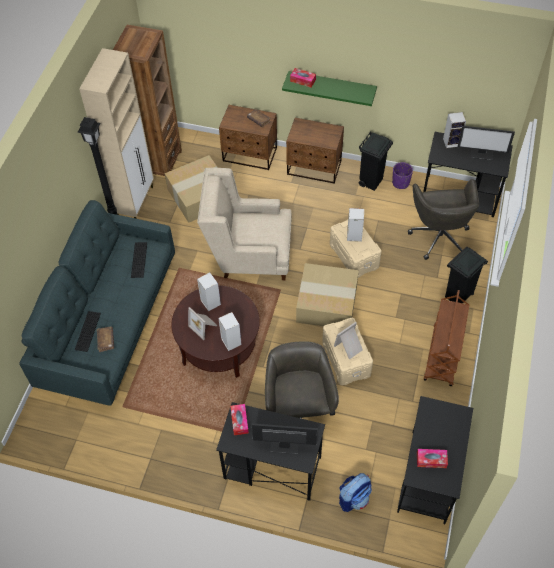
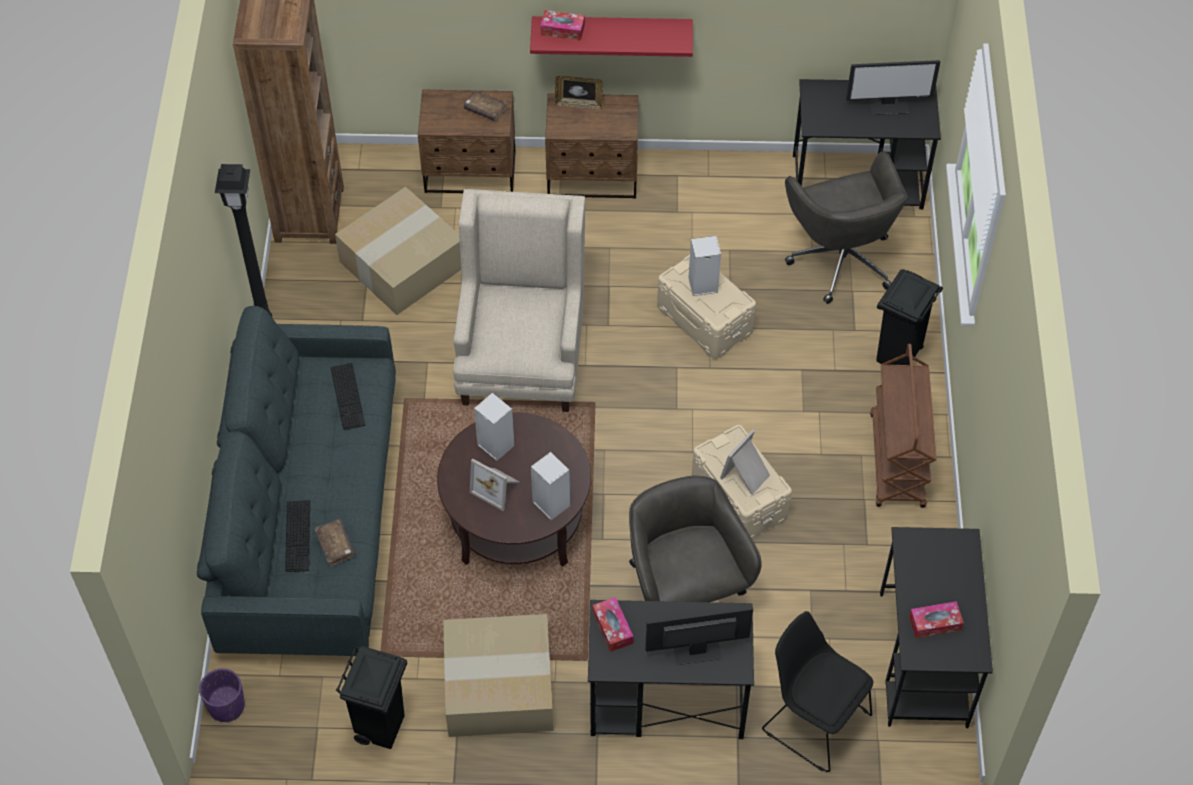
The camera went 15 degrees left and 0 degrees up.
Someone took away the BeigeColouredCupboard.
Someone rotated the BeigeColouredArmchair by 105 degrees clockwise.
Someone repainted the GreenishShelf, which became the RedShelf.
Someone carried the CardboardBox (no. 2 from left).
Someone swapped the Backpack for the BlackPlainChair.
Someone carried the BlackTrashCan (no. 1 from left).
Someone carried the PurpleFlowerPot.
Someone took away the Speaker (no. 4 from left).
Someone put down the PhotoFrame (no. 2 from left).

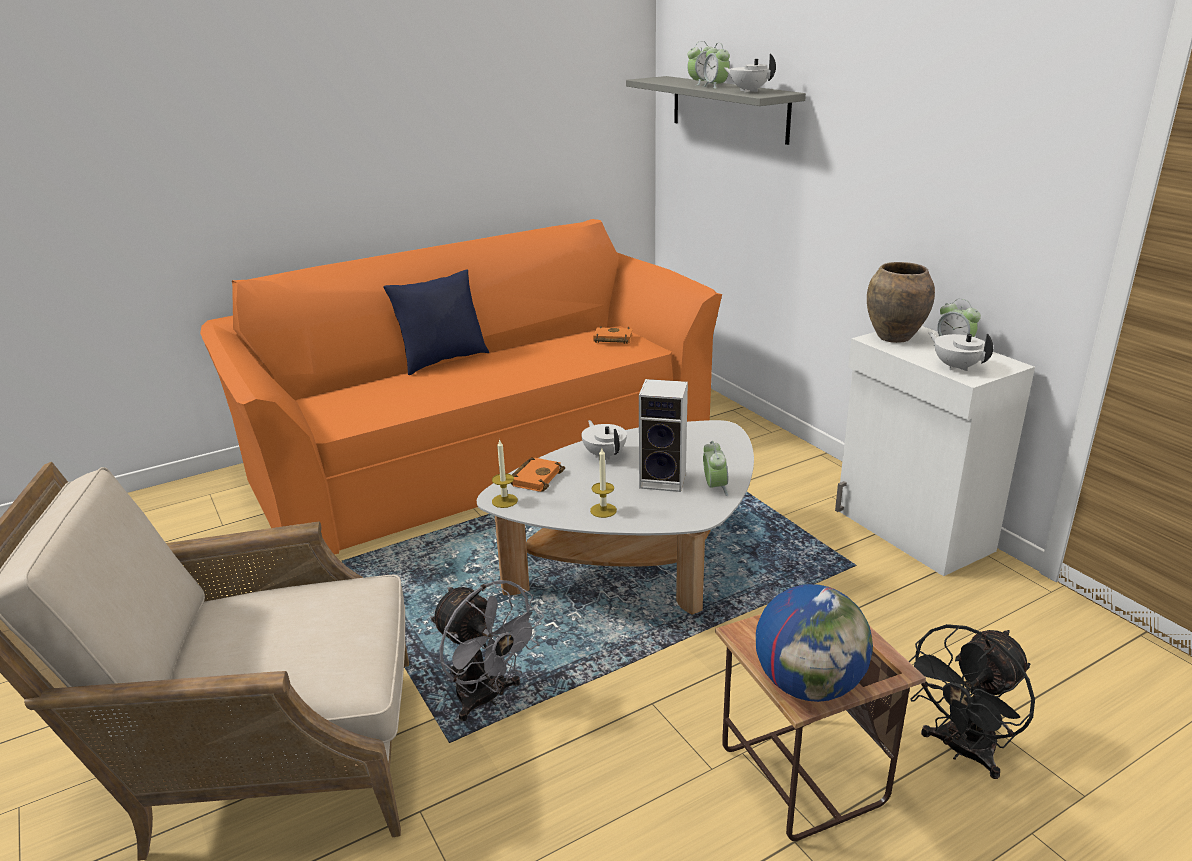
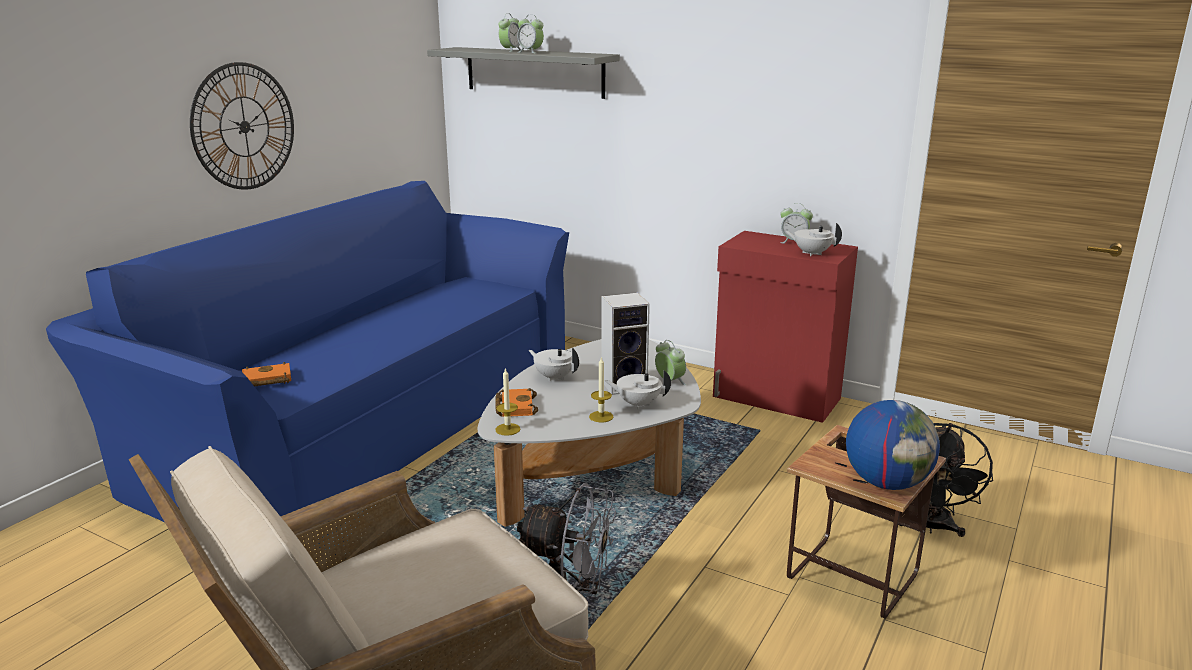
The camera went 30 degrees left and 5 degrees down.
Someone repainted the OrangeSettee, which became the BlueColouredSettee.
Someone took away the BlueColouredPillow.
Someone carried the OrangeBoundBook (no. 2 from left in the first image).
Someone carried the WhiteColouredPotForTea (no. 2 from left).
Someone repainted the WhiteColouredCupboard, which became the RedCupboard.
Someone took away the BrownColouredVase.
Someone put up the ClockOnTheWall.

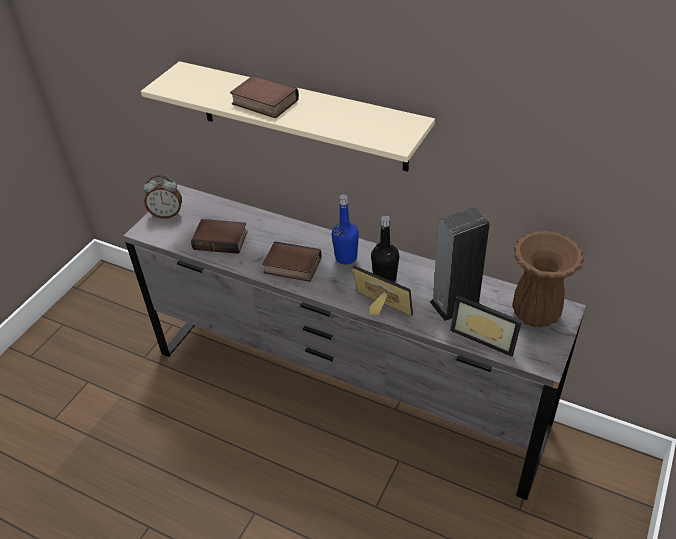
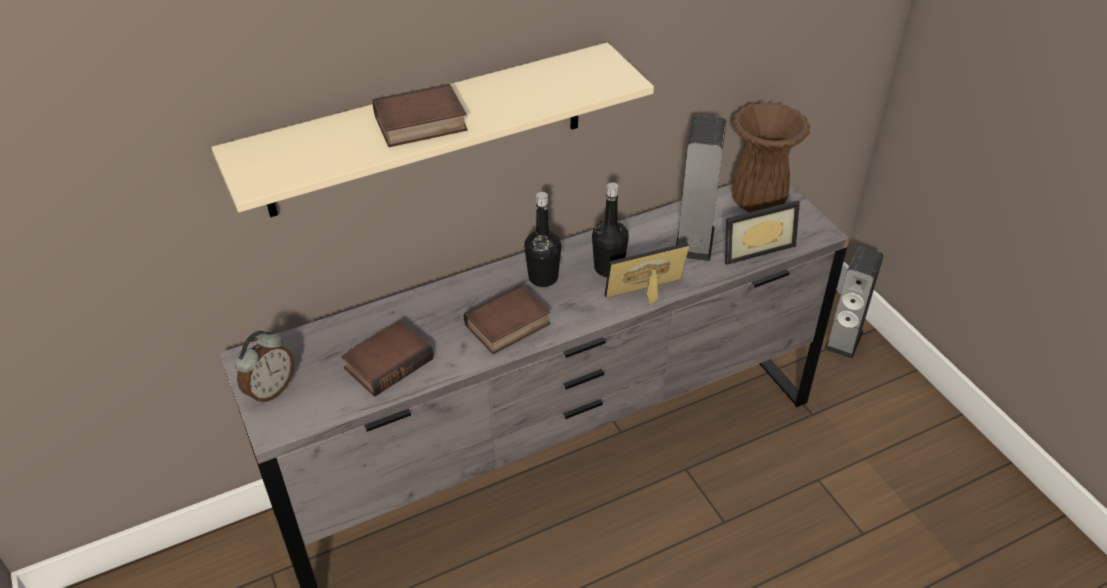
The camera went 55 degrees left and 0 degrees up.
Someone repainted the BlueColouredDrinkBottle, which became the BlackDrinkBottle (no. 1 from left).
Someone put down the Speaker (no. 2 from left).

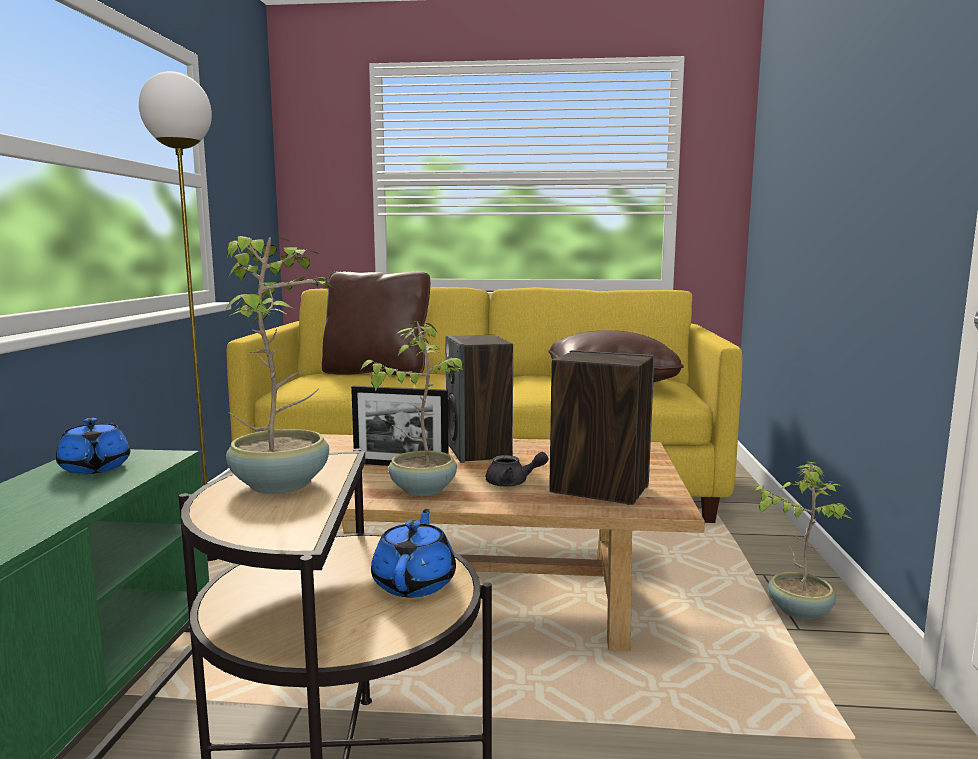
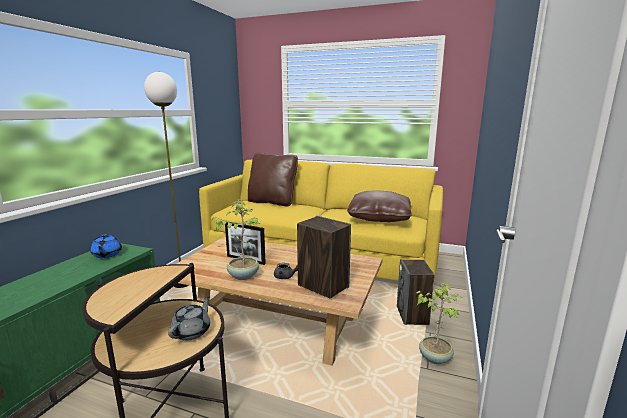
The camera went 15 degrees right and 5 degrees up.
Someone took away the PottedPlant (no. 1 from left).
Someone repainted the BlueColouredPotForTea (no. 2 from left), which became the GreyPotForTea (no. 1 from left).
Someone carried the Speaker (no. 1 from left in the first image).

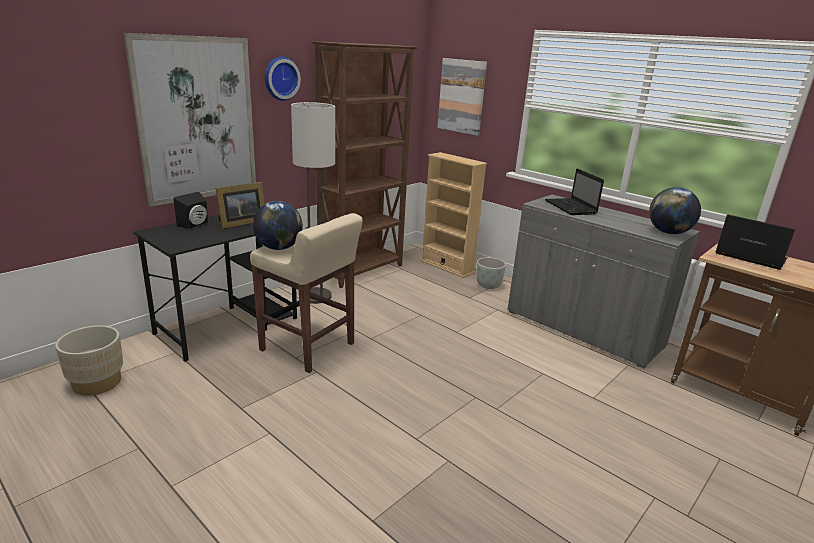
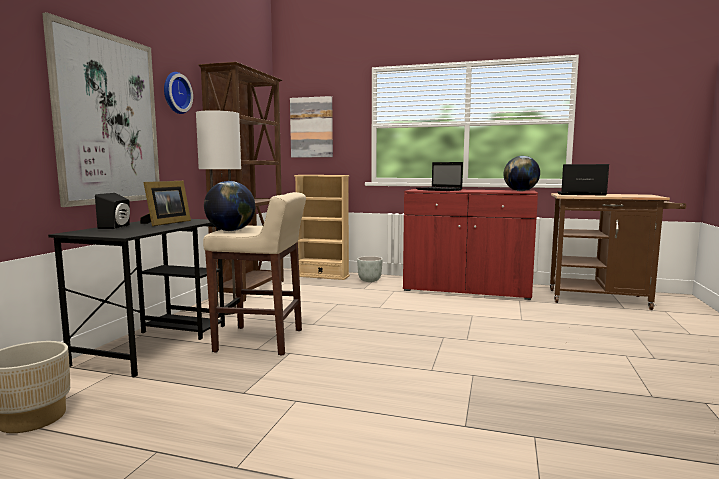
The camera went 25 degrees left and 15 degrees down.
Someone repainted the GreyCupboard, which became the RedCupboard.

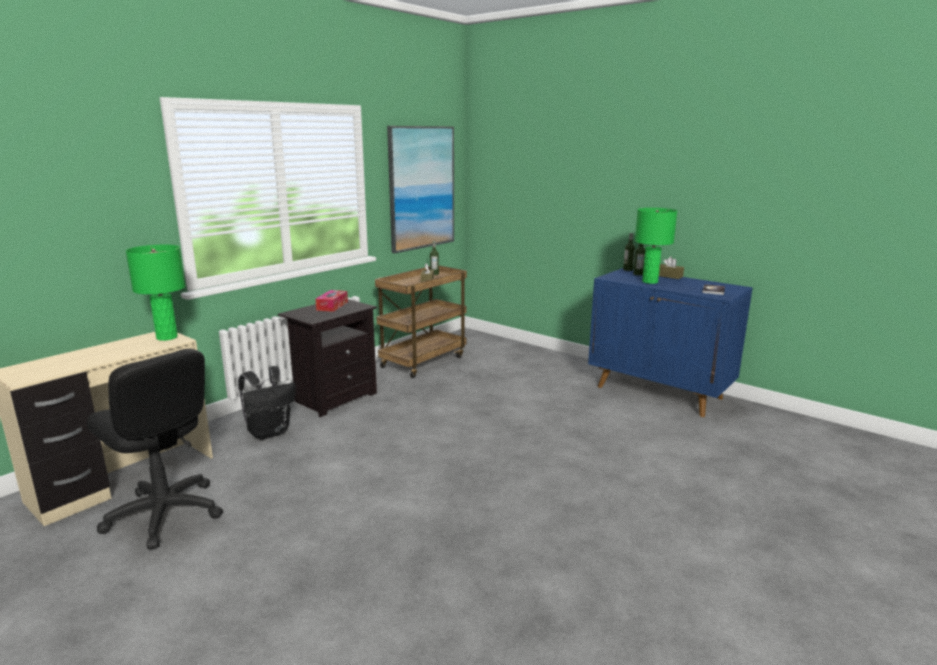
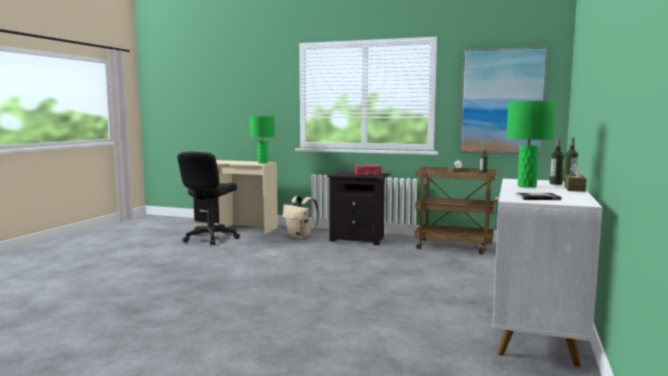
The camera went 70 degrees right and 10 degrees down.
Someone repainted the BlackBackpack, which became the BeigeColouredBackpack.
Someone repainted the BlueColouredCupboard, which became the WhiteColouredCupboard.

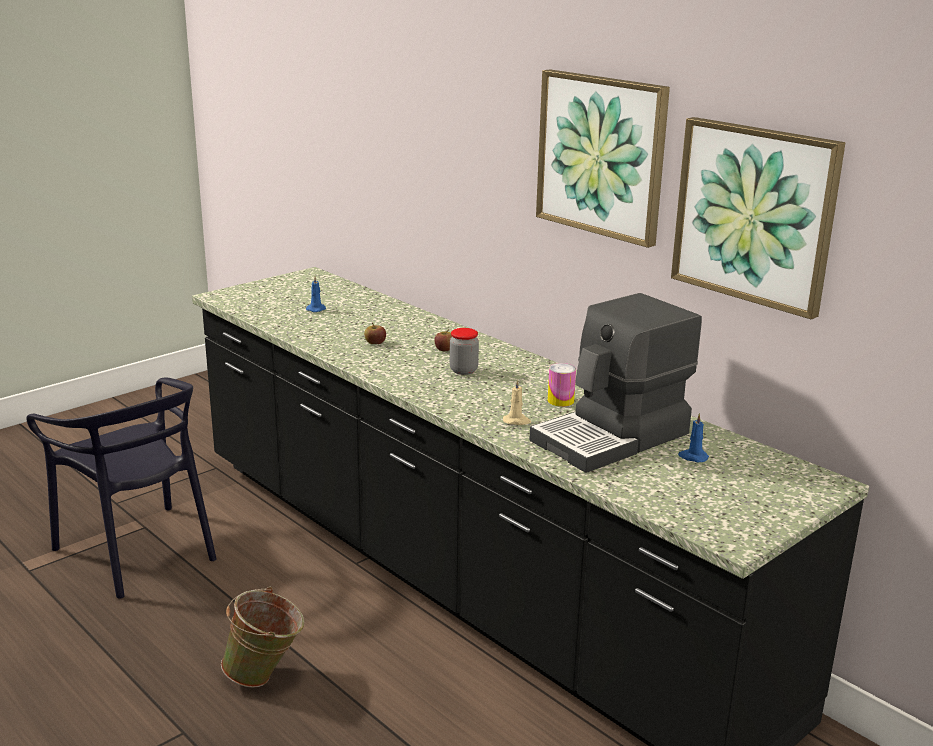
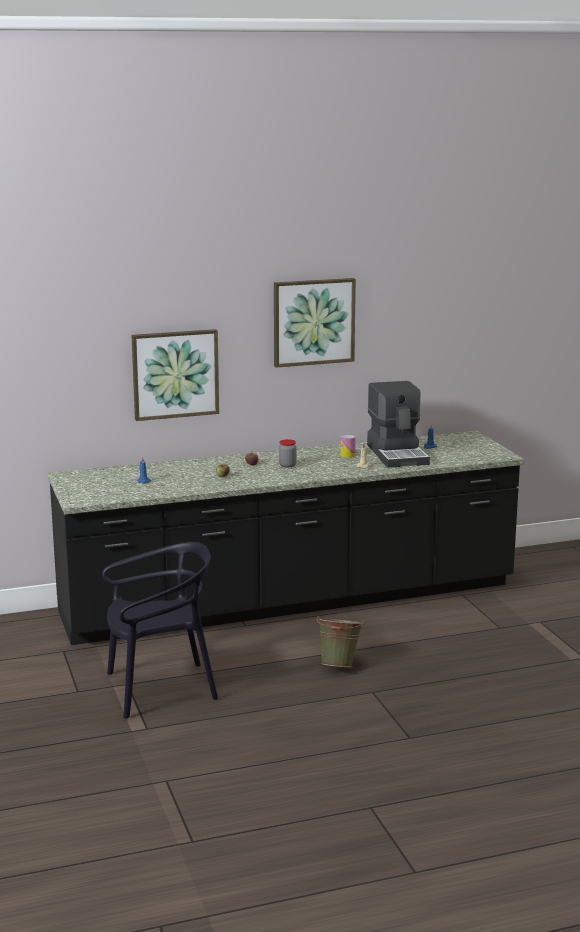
The camera went 65 degrees left and 5 degrees down.
Someone carried the WallArt (no. 2 from left in the first image).

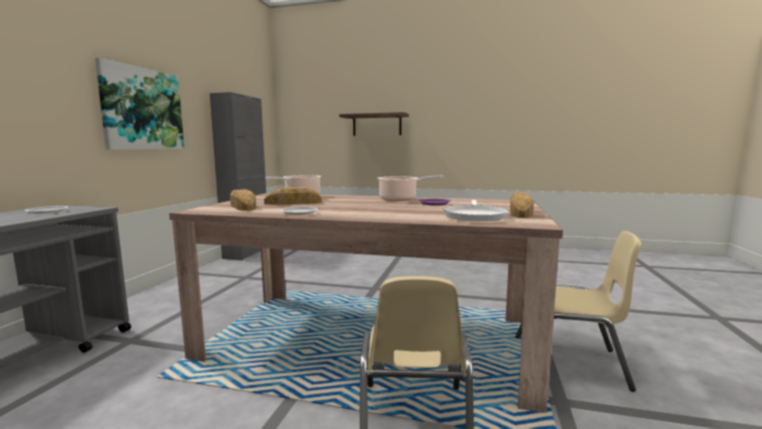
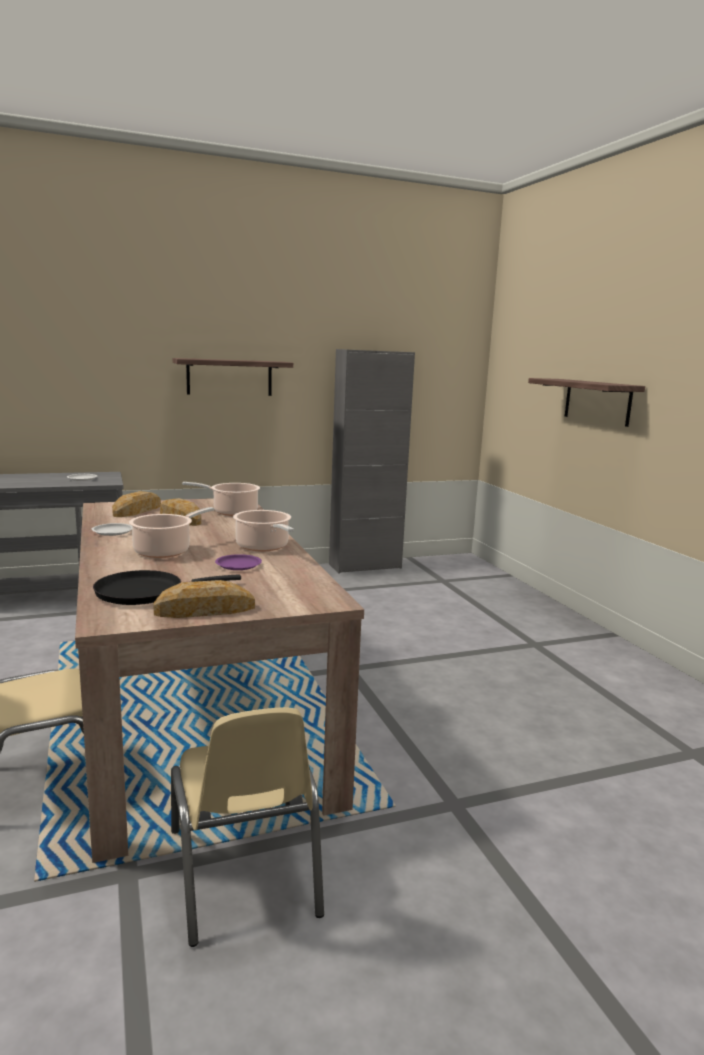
The camera went 55 degrees right and 5 degrees up.
Someone swapped the WallArt for the Shelf (no. 1 from left).
Someone repainted the WhiteColouredPan, which became the BlackPan.
Someone put down the Stockpot (no. 1 from left).

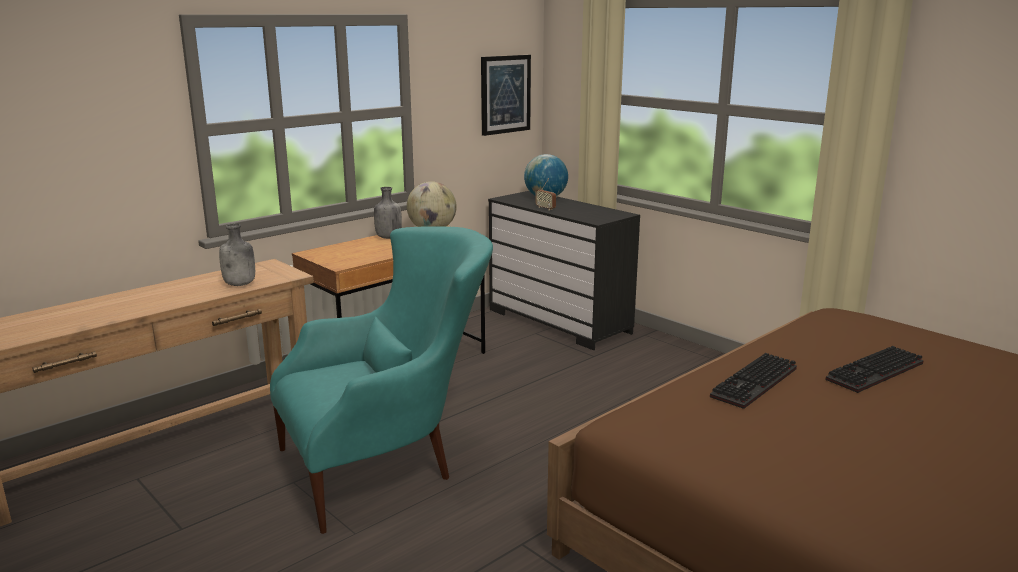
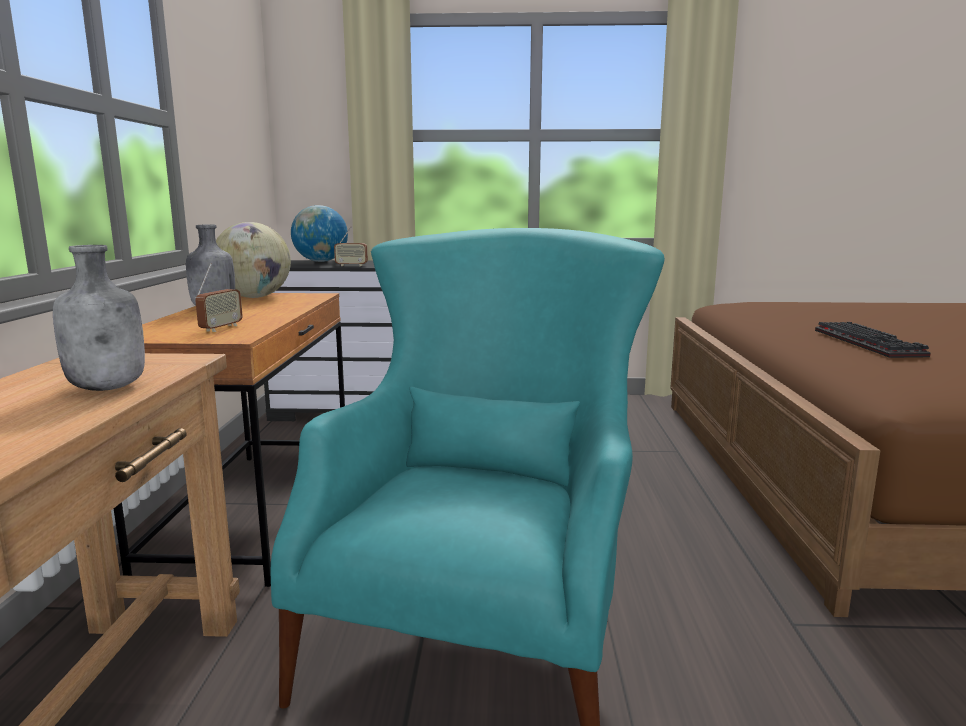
The camera went 45 degrees left and 5 degrees down.
Someone took away the WallArt.
Someone took away the ComputerKeyboard (no. 2 from left).
Someone put down the RadioSet (no. 1 from left).

